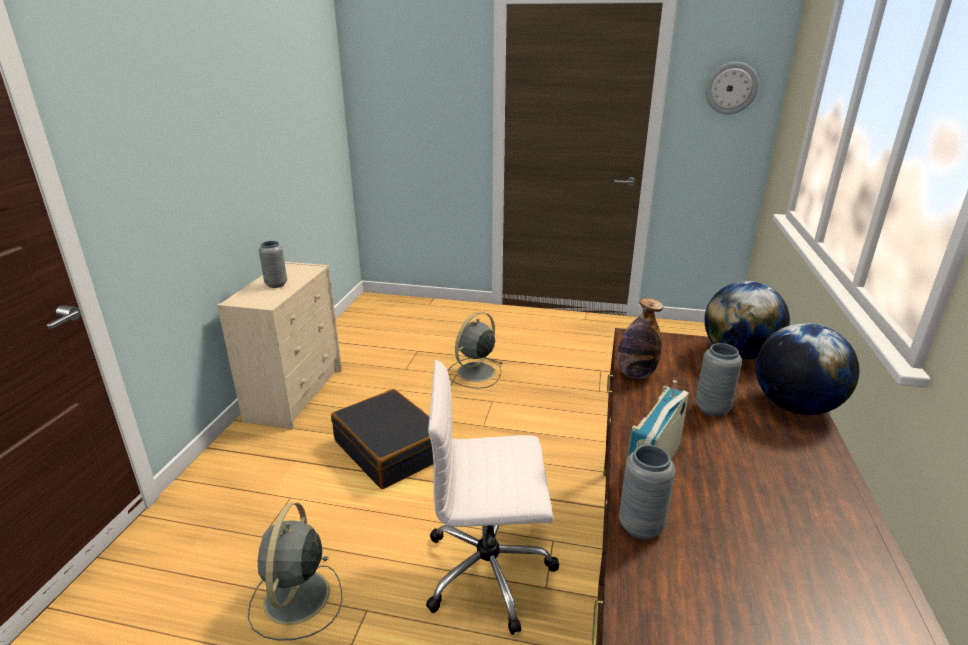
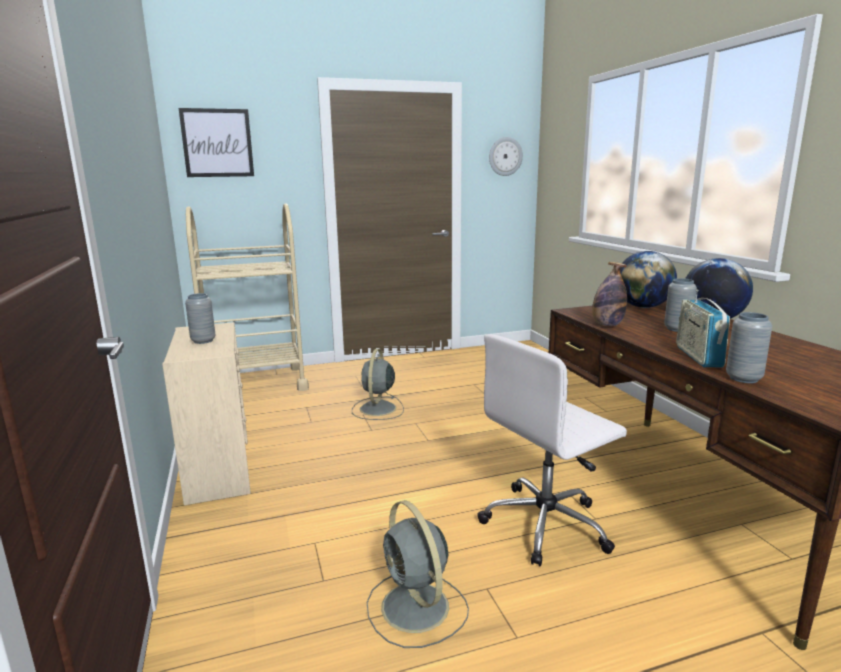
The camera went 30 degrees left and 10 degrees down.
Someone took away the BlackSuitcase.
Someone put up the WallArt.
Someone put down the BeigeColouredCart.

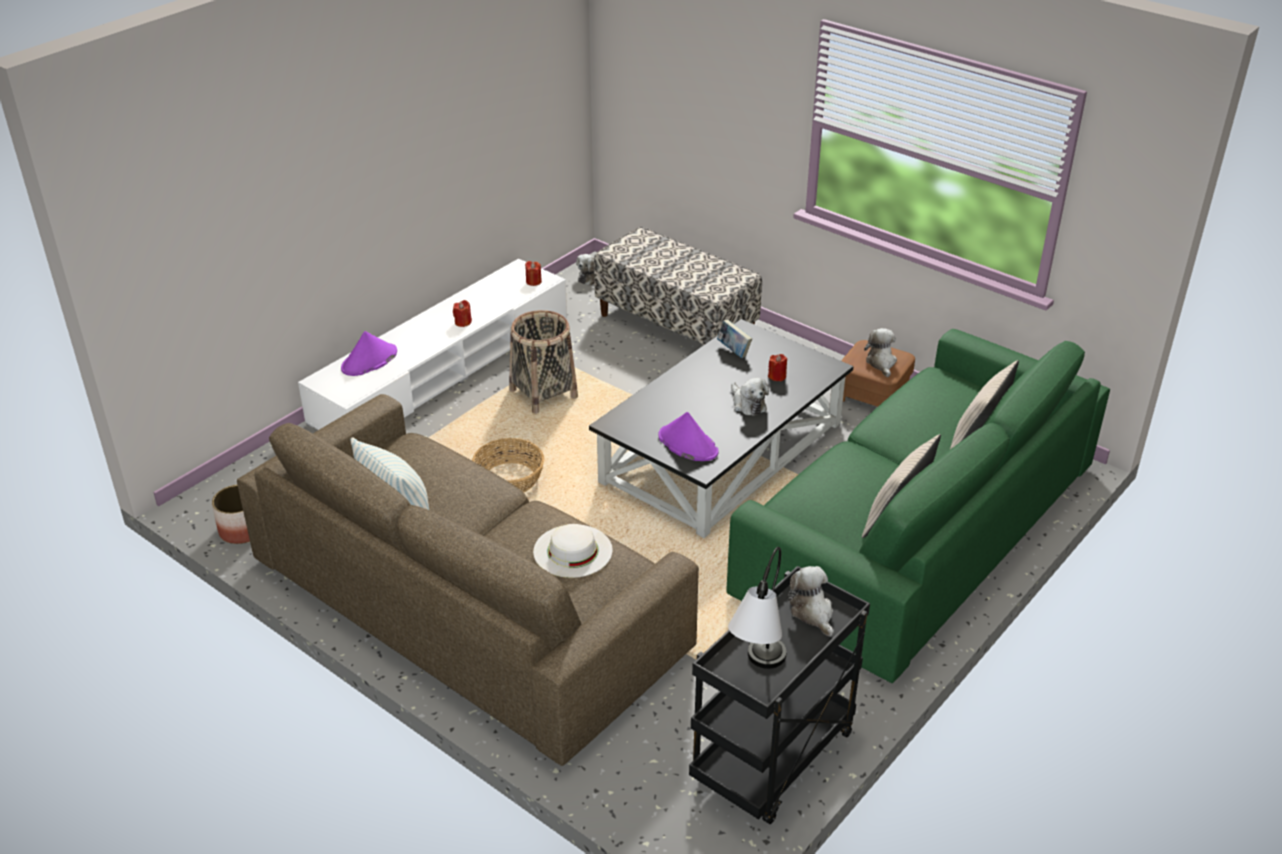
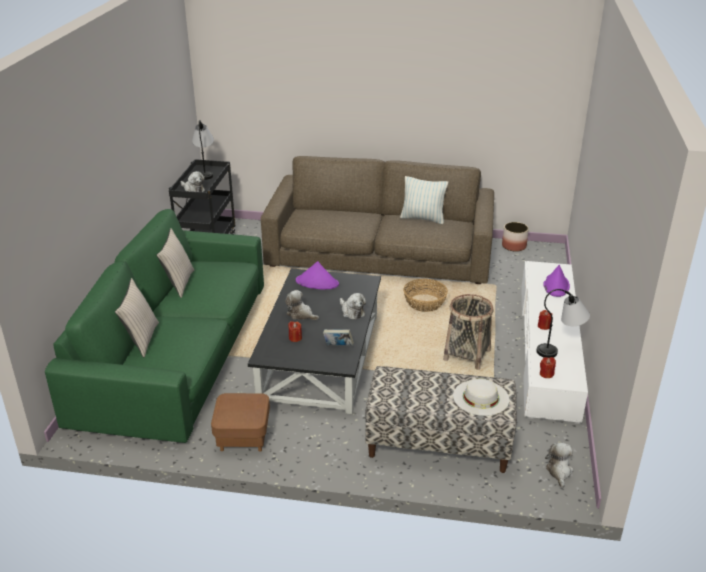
The camera went 150 degrees right and 5 degrees down.
Someone carried the WhiteColouredWearableHat.
Someone carried the CuddlyToy (no. 4 from left in the first image).
Someone put down the LampForATable (no. 2 from left).

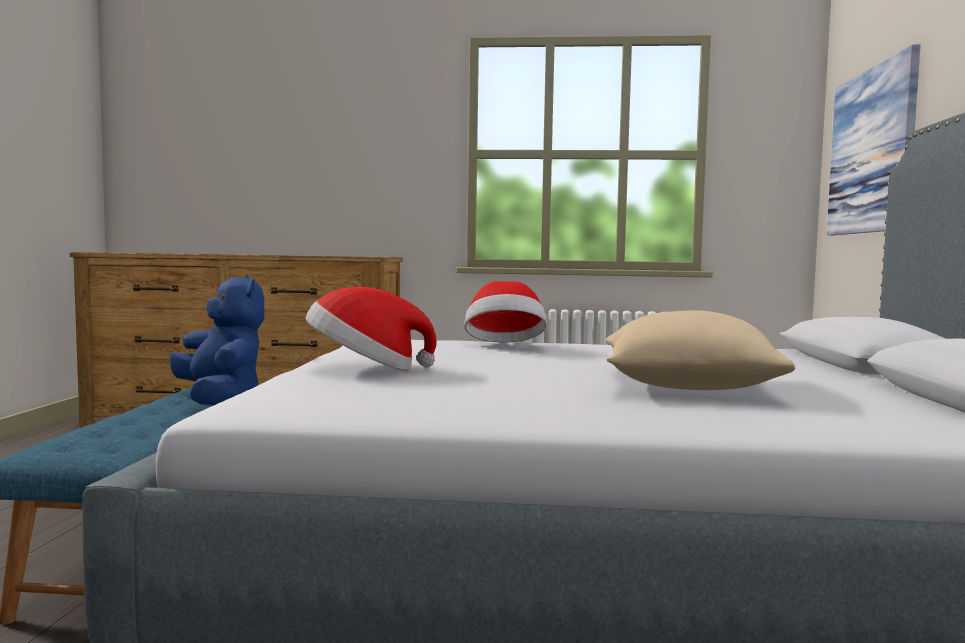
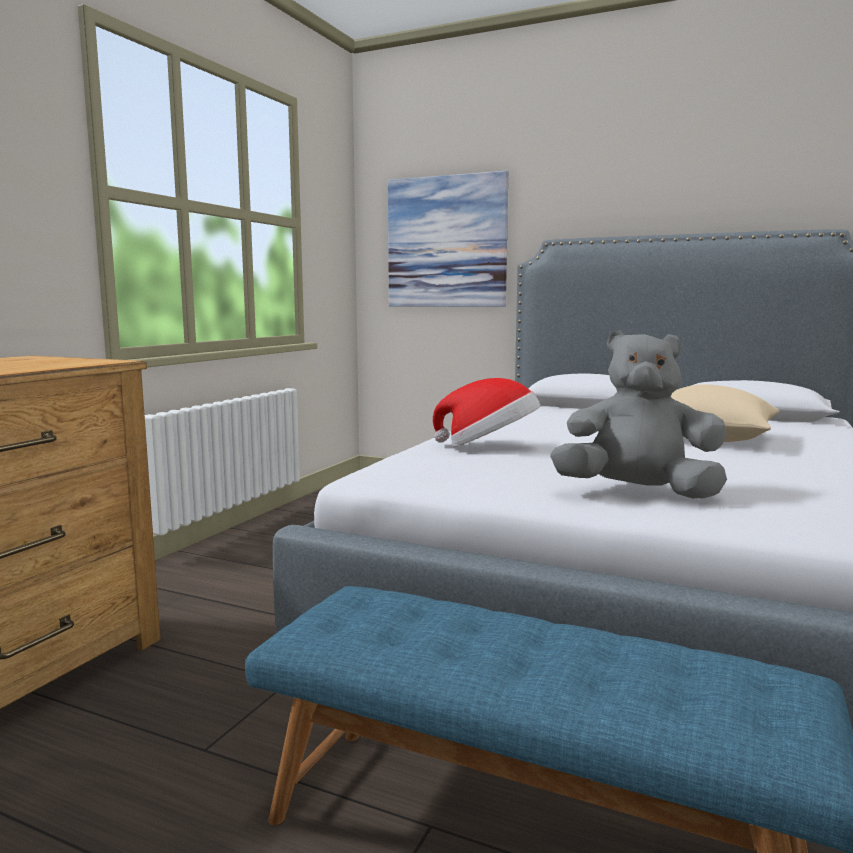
The camera went 70 degrees left and 5 degrees up.
Someone took away the BlueColouredCuddlyToy.
Someone swapped the WearableHat (no. 1 from left) for the GreyCuddlyToy.

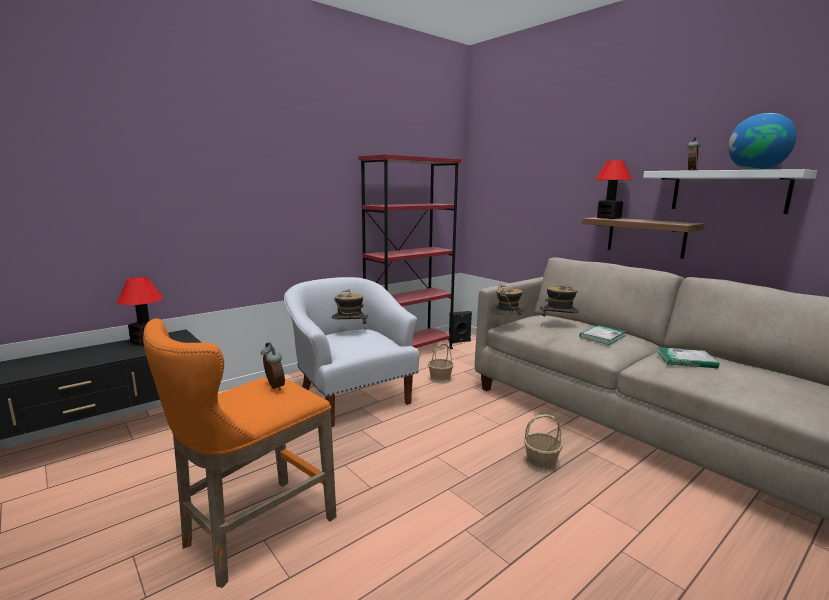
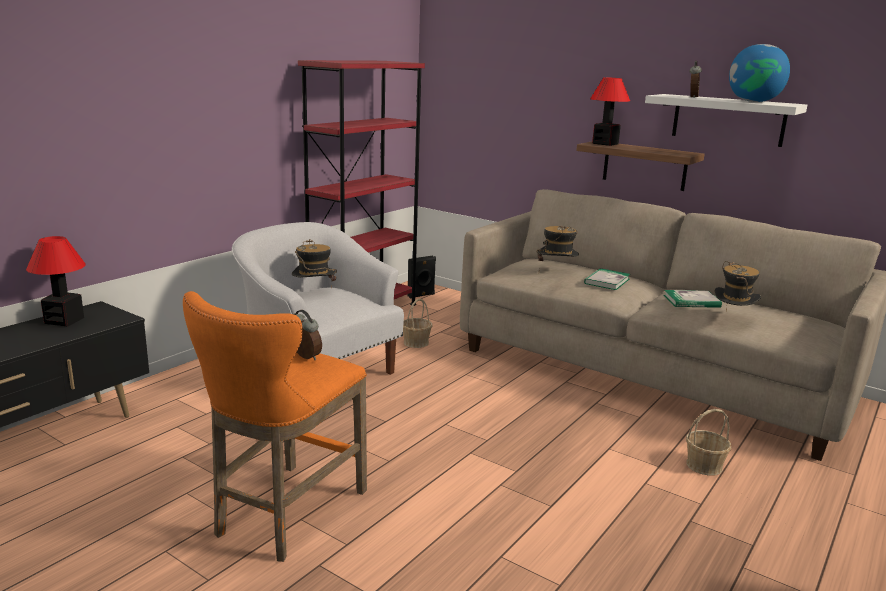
The camera went 15 degrees left and 5 degrees up.
Someone carried the WearableHat (no. 2 from left in the first image).
Someone carried the Basket (no. 2 from left).

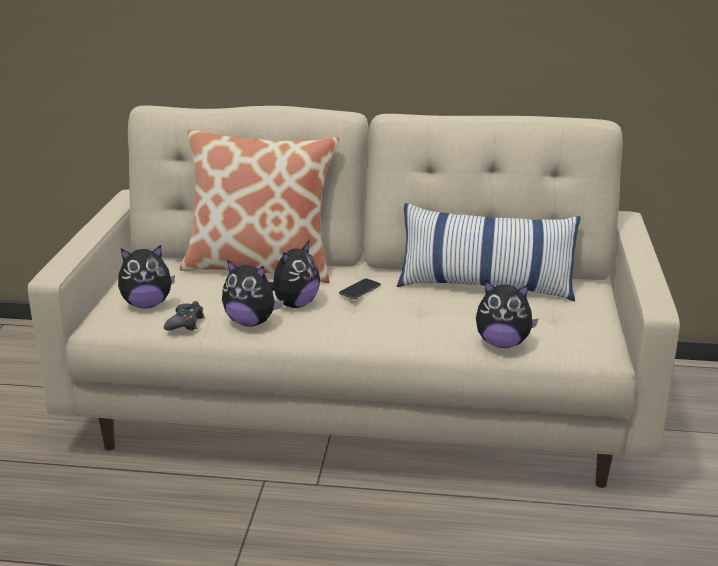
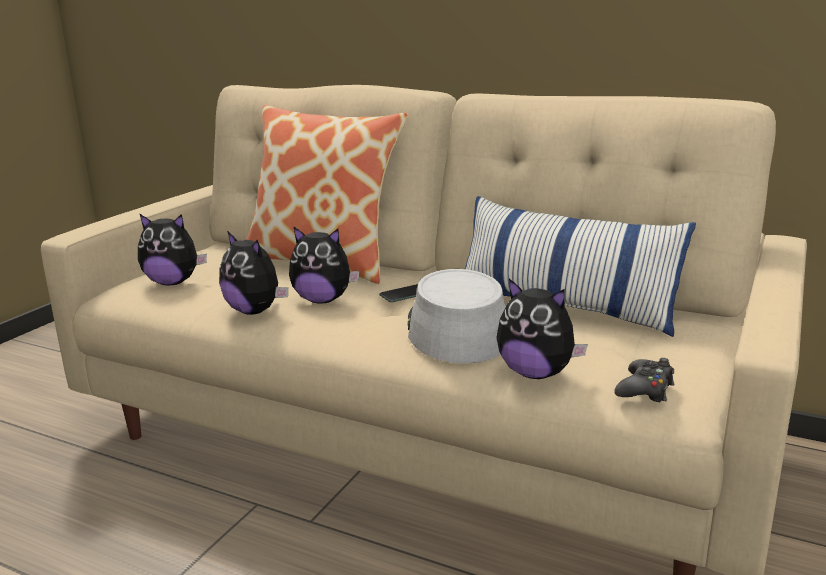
The camera went 20 degrees right and 5 degrees down.
Someone carried the BlackGamepad.
Someone rotated the CuddlyToy (no. 3 from left) by 45 degrees clockwise.
Someone put down the GreyWearableHat.

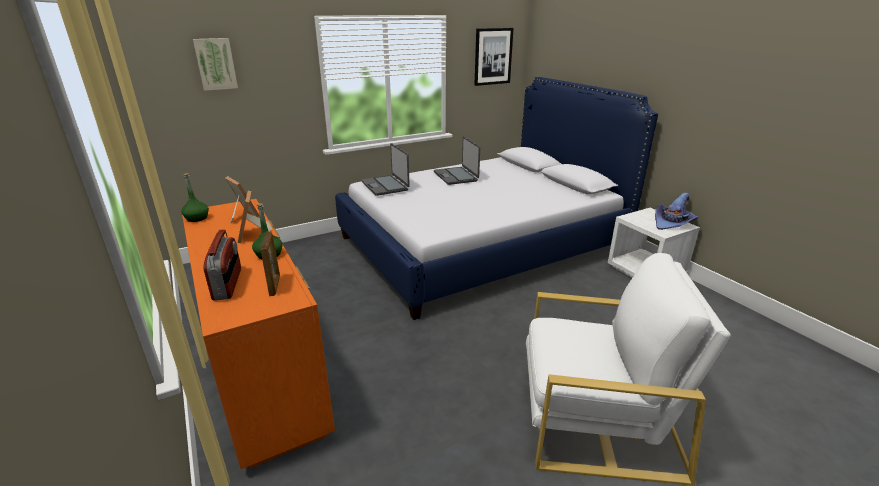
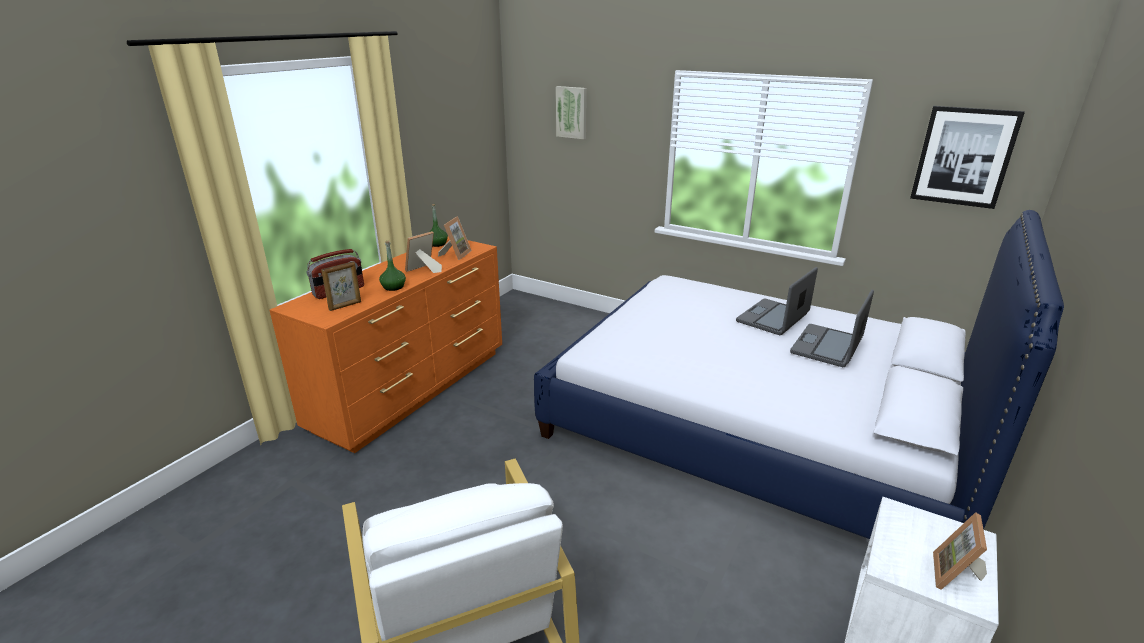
The camera went 60 degrees right and 0 degrees up.
Someone carried the PortableComputer (no. 1 from left in the first image).
Someone swapped the PurpleWearableHat for the PhotoFrame (no. 4 from left).

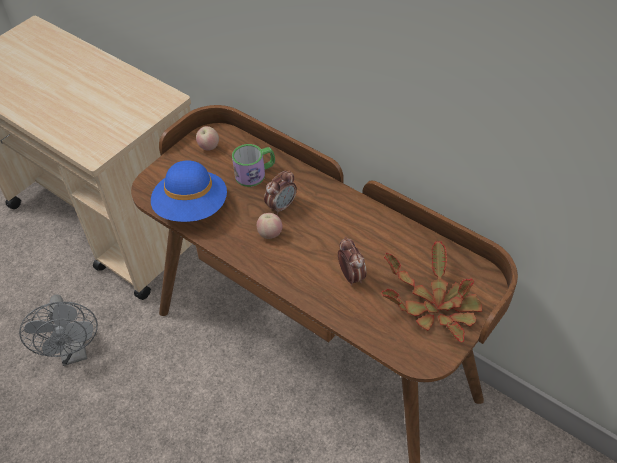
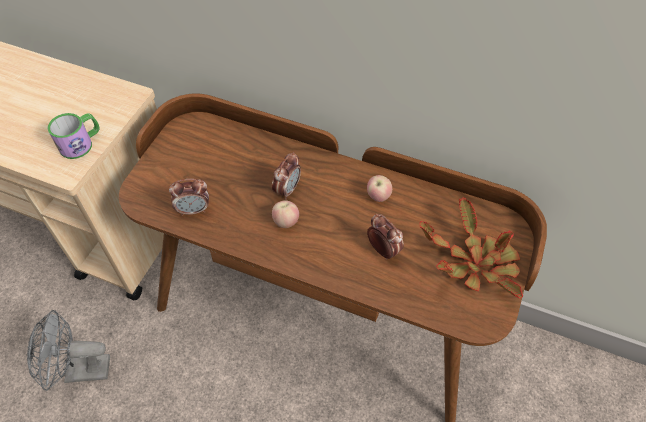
The camera went 20 degrees left and 5 degrees up.
Someone rotated the GreyFan by 120 degrees clockwise.
Someone swapped the BlueColouredWearableHat for the TableClock (no. 1 from left).
Someone carried the Apple (no. 1 from left in the first image).
Someone carried the TeaMug.

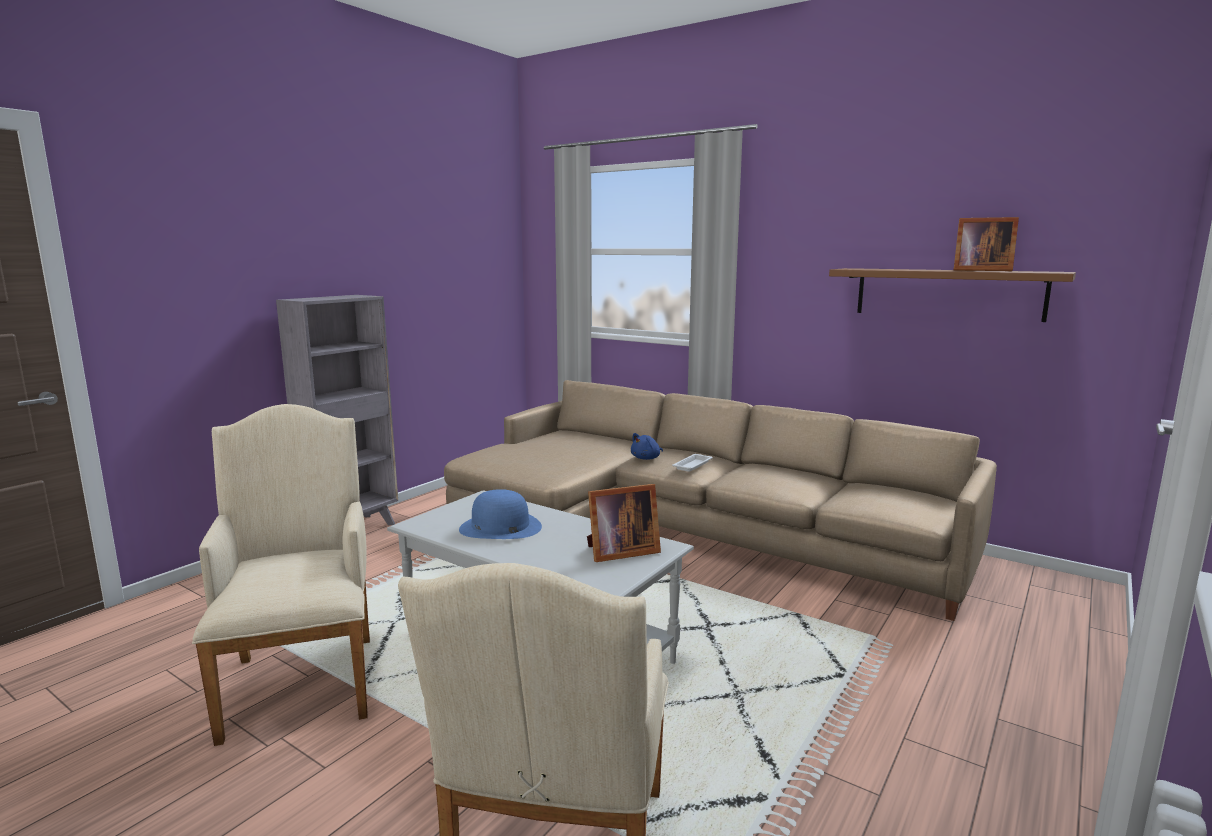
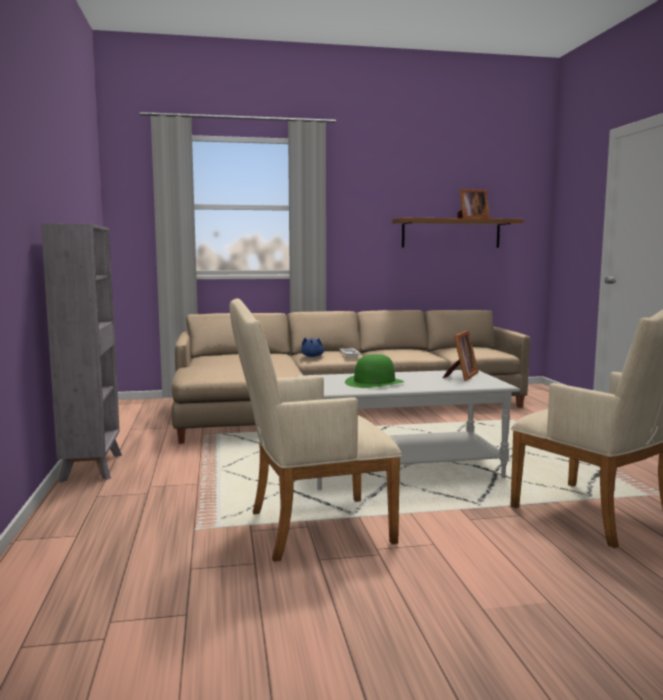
The camera went 45 degrees left and 5 degrees down.
Someone rotated the BeigeColouredArmchair (no. 1 from left) by 45 degrees counterclockwise.
Someone repainted the BlueColouredWearableHat, which became the GreenishWearableHat.

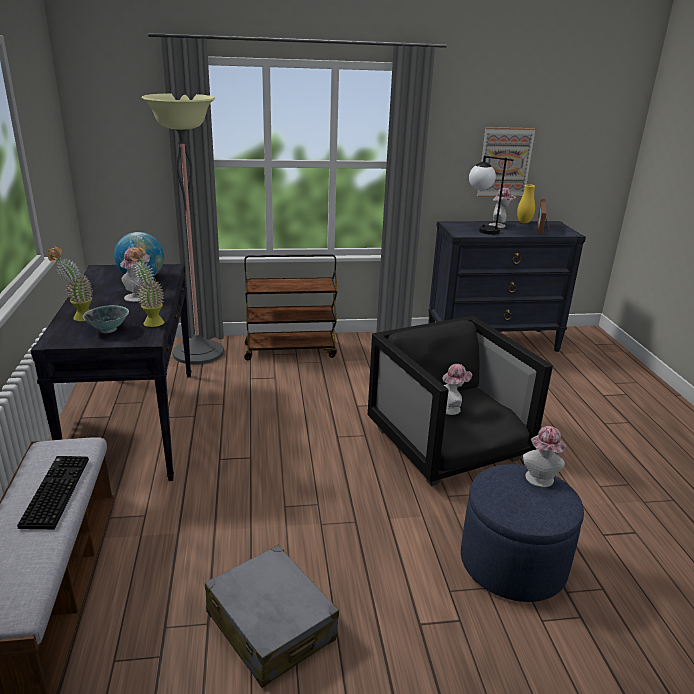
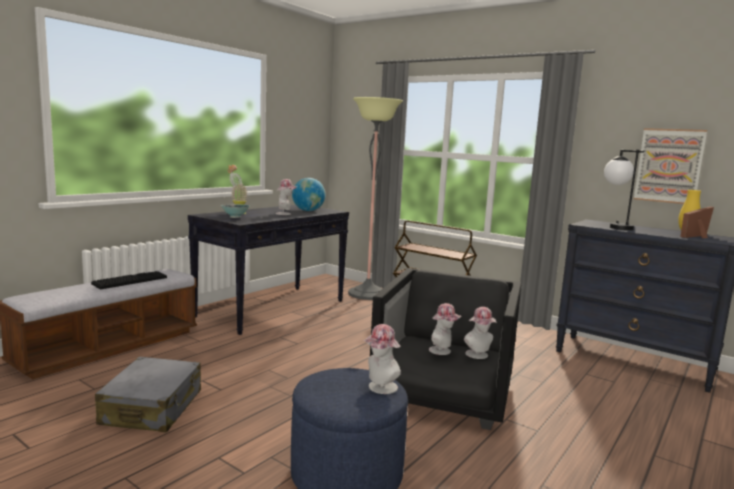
The camera went 45 degrees right and 15 degrees down.
Someone took away the PottedPlant (no. 2 from left).
Someone carried the WearableHat (no. 3 from left in the first image).

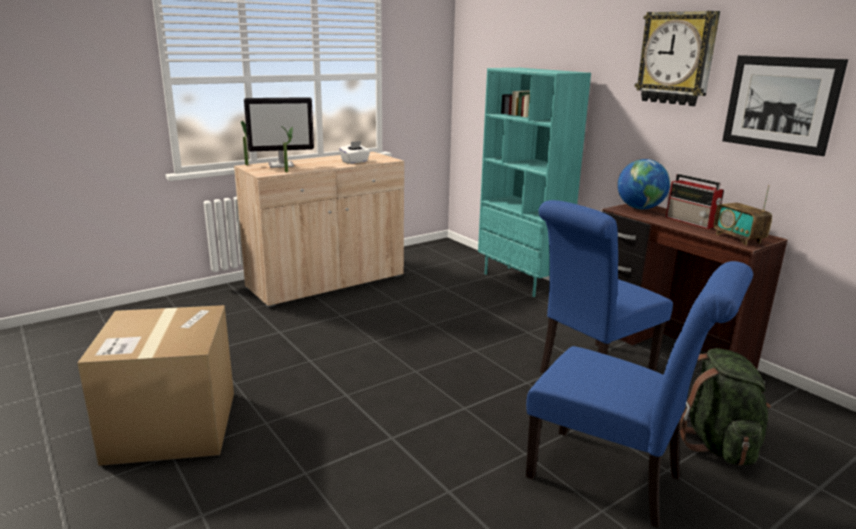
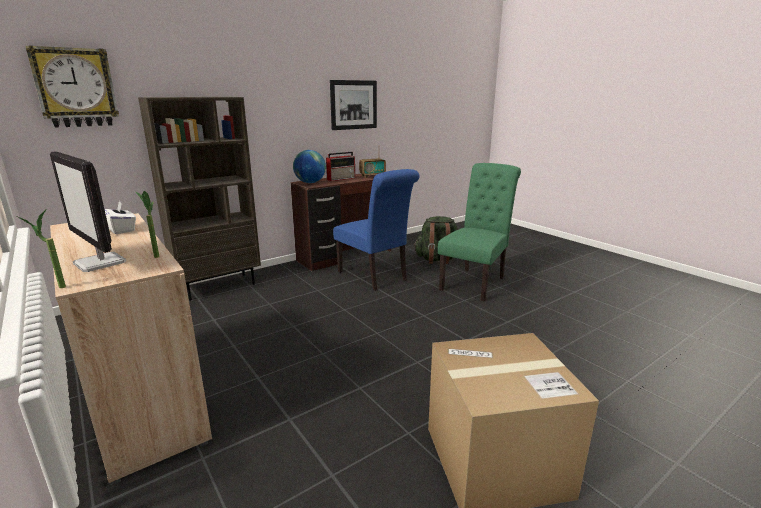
The camera went 90 degrees left and 0 degrees up.
Someone rotated the ComputerDisplay by 150 degrees clockwise.
Someone repainted the BlueGreenBookcase, which became the BrownColouredBookcase.
Someone repainted the BlueColouredPlainChair (no. 2 from left), which became the GreenishPlainChair.
Someone carried the ClockOnTheWall.

